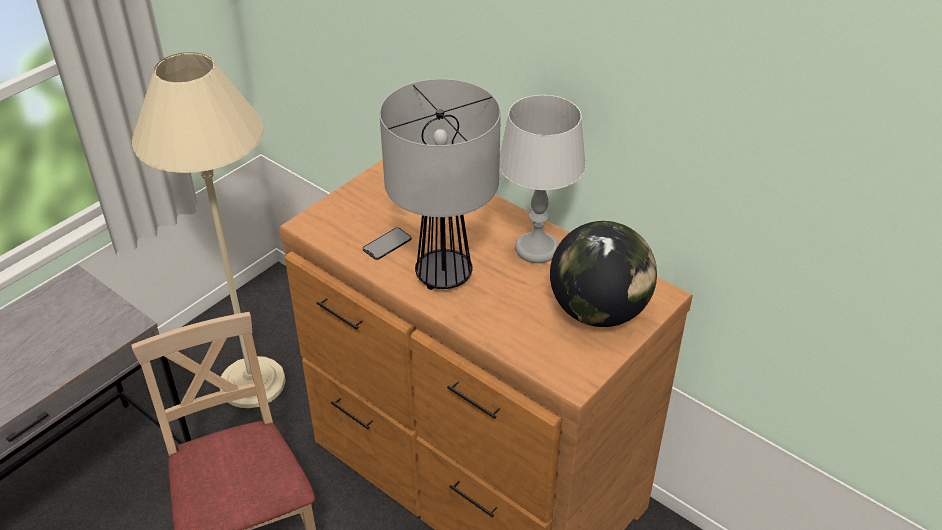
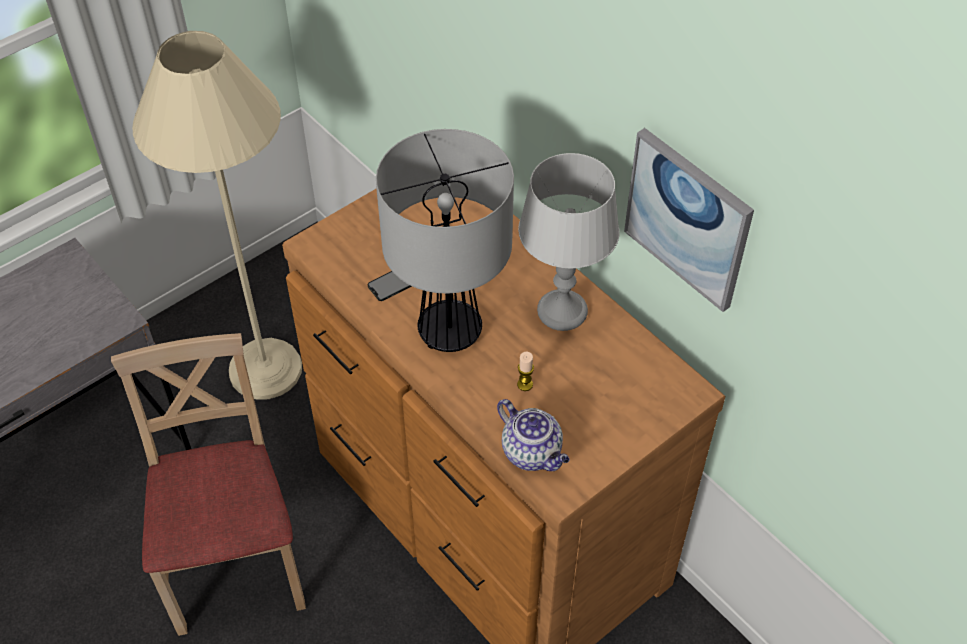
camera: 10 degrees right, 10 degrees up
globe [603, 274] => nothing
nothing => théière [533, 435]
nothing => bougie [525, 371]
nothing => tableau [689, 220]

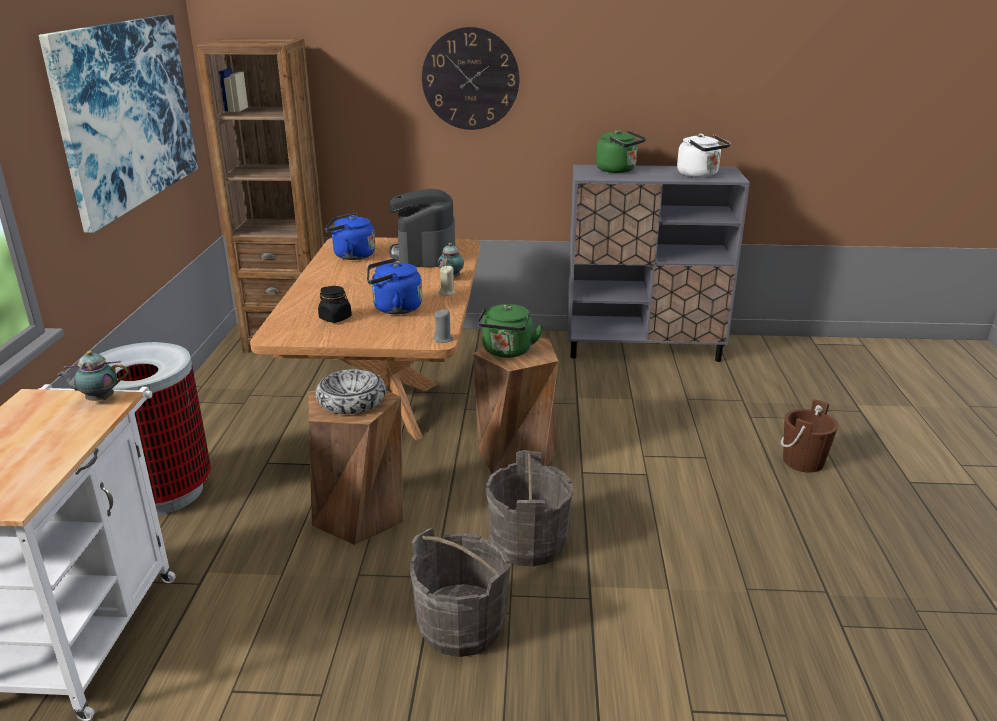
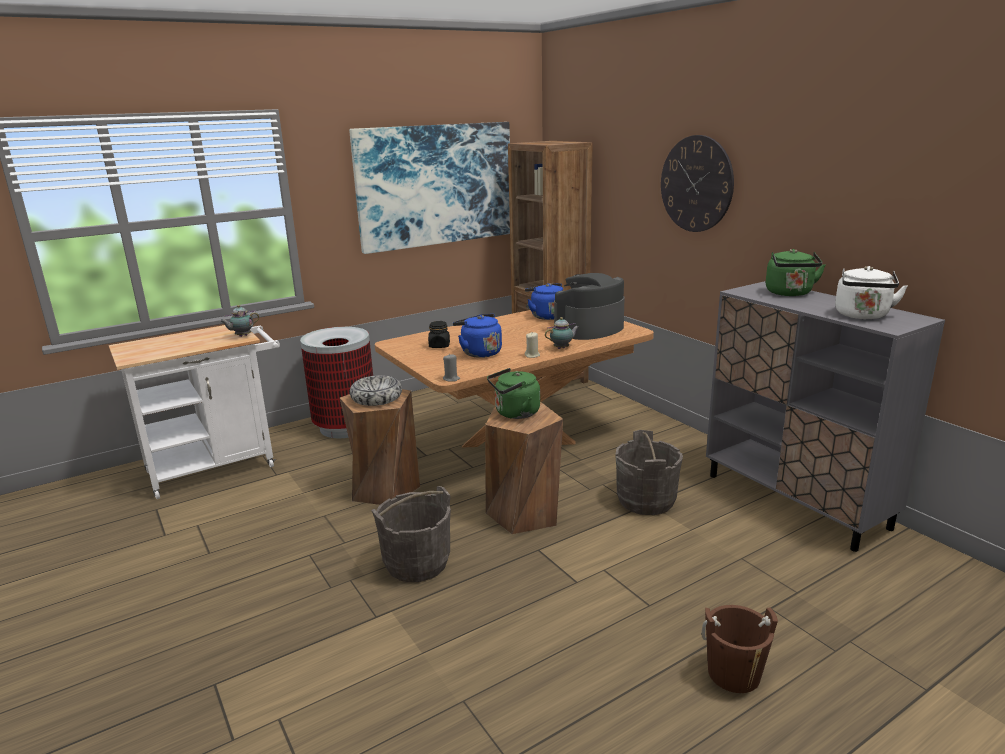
camera: 55 degrees right, 5 degrees down
seau/gris [459, 592] => seau/gris [649, 472], shifted
théière [92, 376] => théière [239, 321], 75 degrees counterclockwise

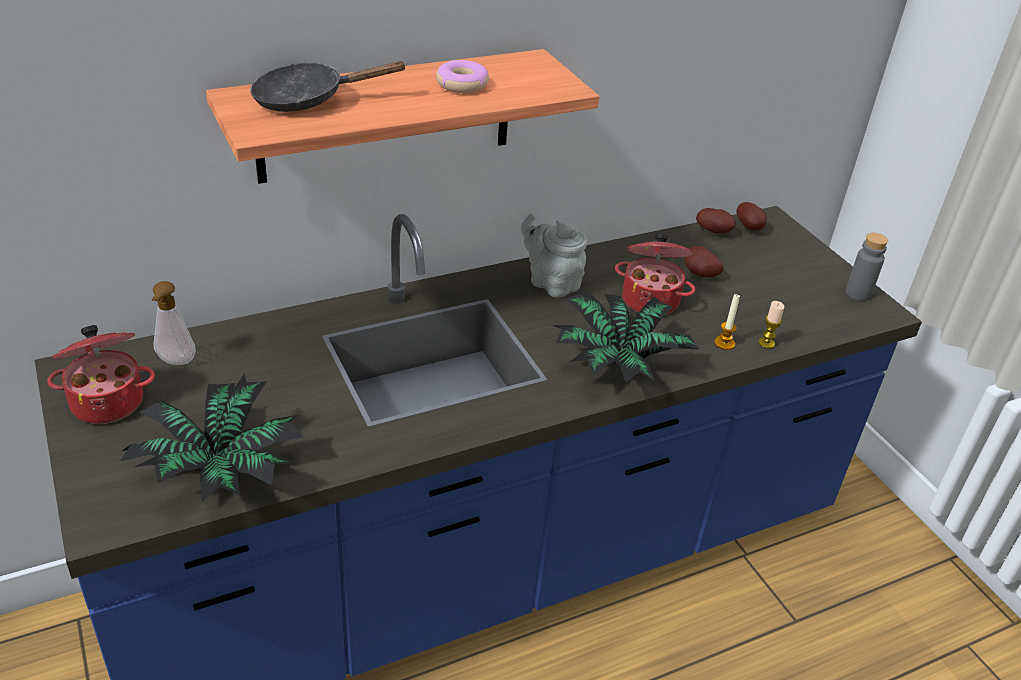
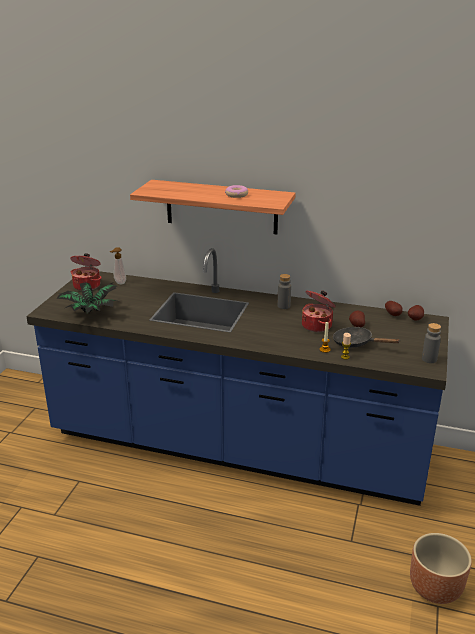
camera: 45 degrees right, 10 degrees down
plante en pot [626, 335] => nothing
nothing => cache-pot/marron [441, 568]
poêle/noir [328, 86] => poêle/noir [366, 337], shifted
théière/gris [554, 254] => bouteille/gris [284, 291]

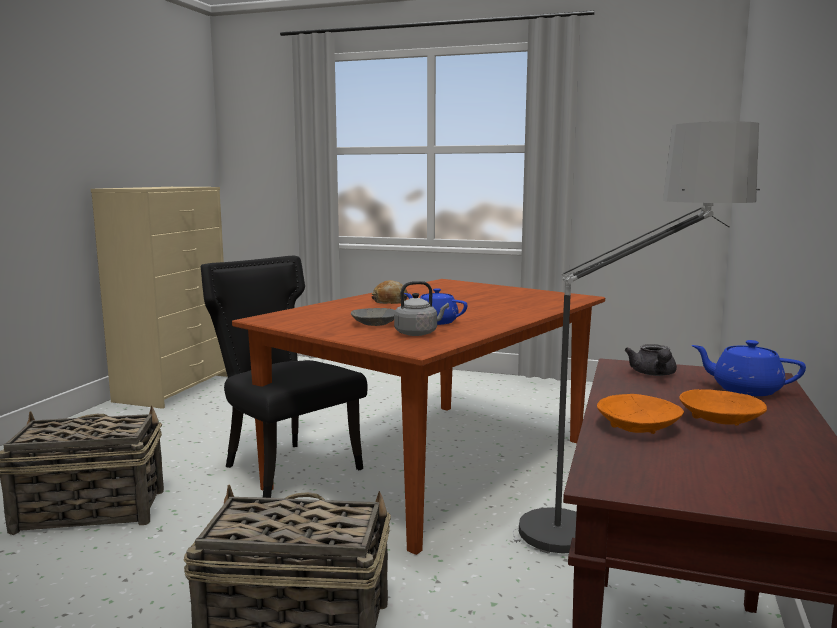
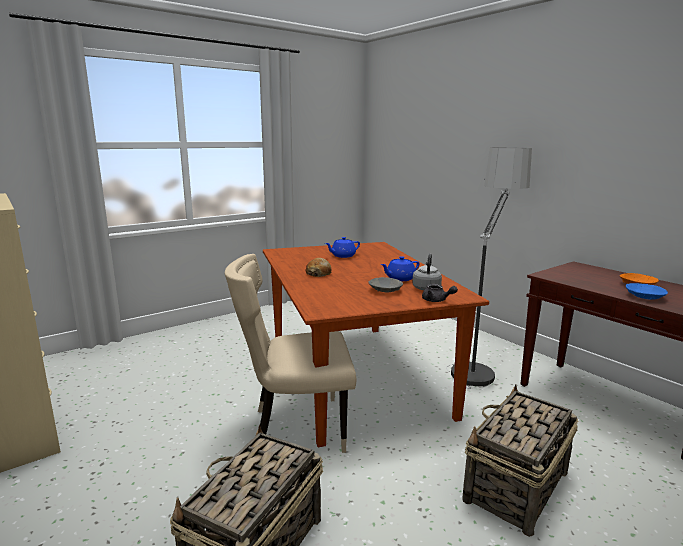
camera: 55 degrees left, 5 degrees up
théière/gris [651, 360] => théière/gris [440, 293], shifted
théière/bleu [749, 368] => théière/bleu [342, 247], shifted
chaise/noir [284, 377] => chaise/beige [290, 353]
bol/orange [640, 414] => bol/bleu [647, 291]

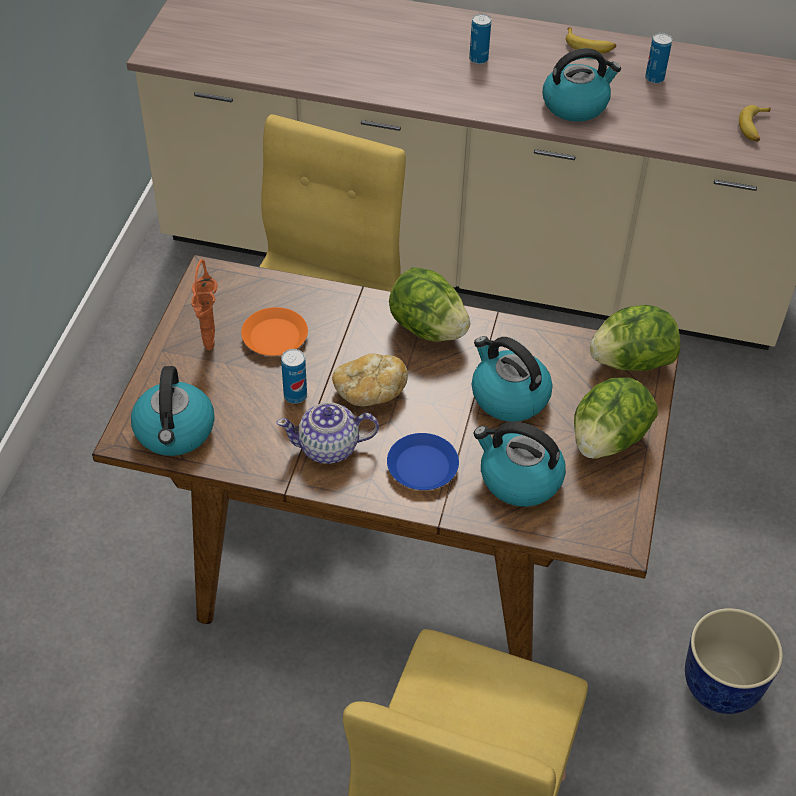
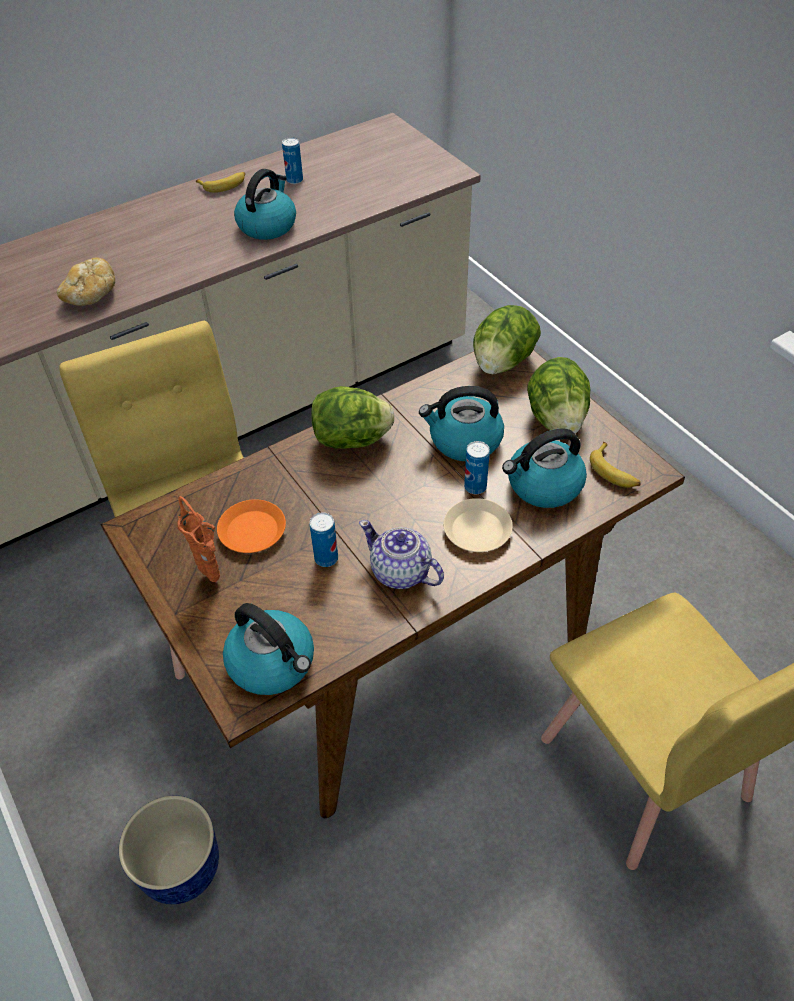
camera: 45 degrees left, 0 degrees up
pain [370, 379] => pain [86, 281], shifted
boîte métallique [480, 39] => boîte métallique [477, 467], shifted
cache-pot [734, 661] => cache-pot [169, 850], shifted
banane [755, 123] => banane [615, 465], shifted
assiette/bleu [423, 461] => assiette/beige [478, 525]
théière [327, 433] => théière [401, 554], 90 degrees clockwise

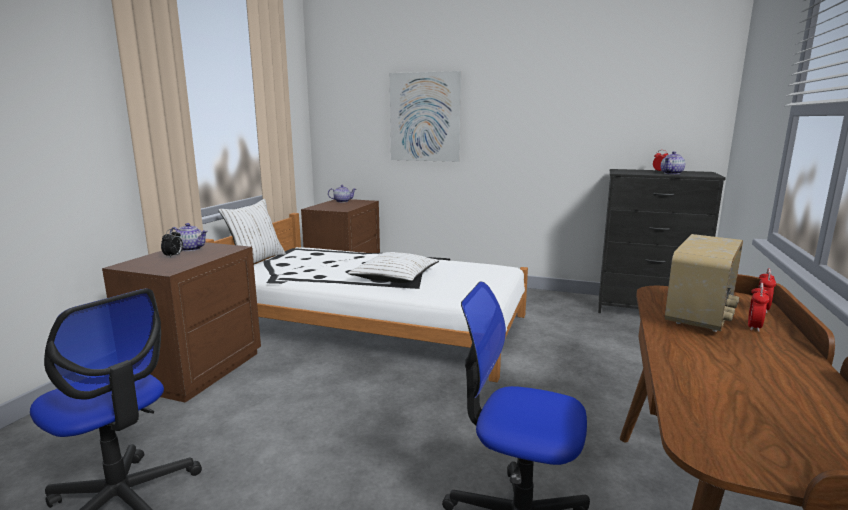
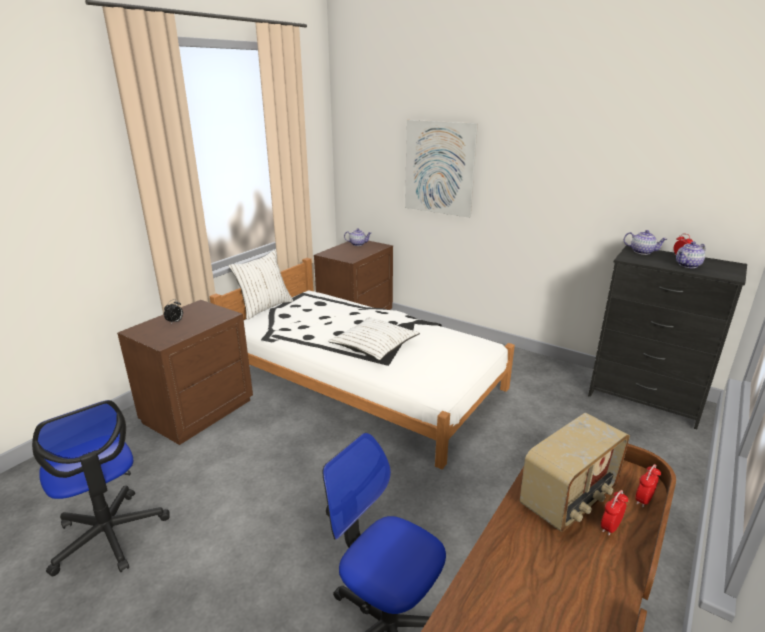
camera: 15 degrees right, 10 degrees up
théière [189, 237] => théière [645, 242], shifted

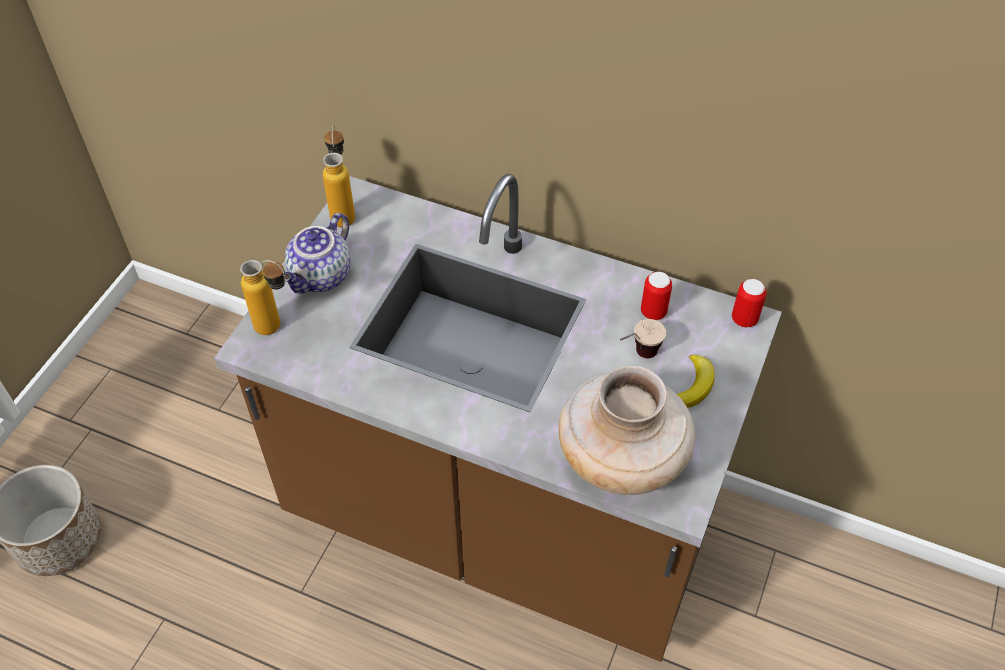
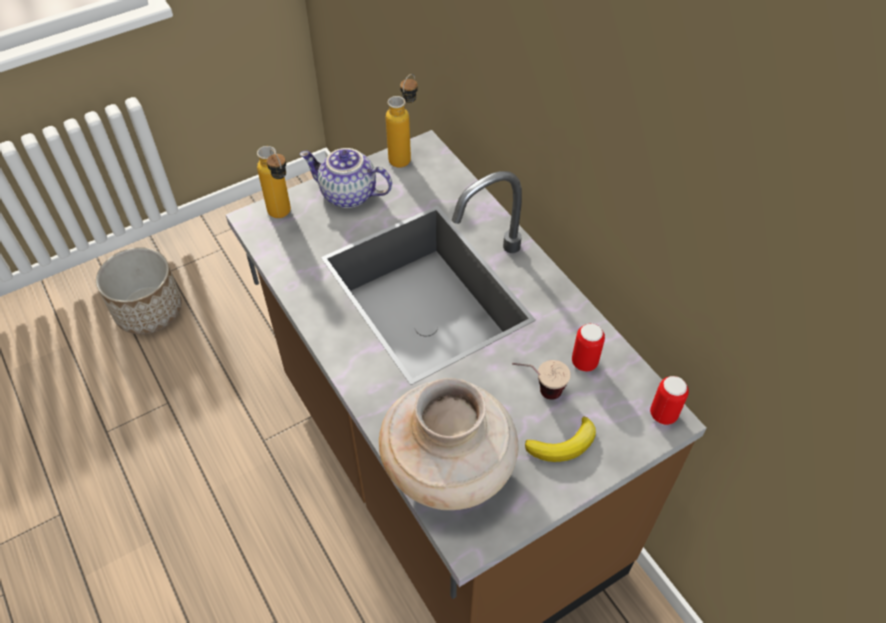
camera: 35 degrees right, 0 degrees up
théière [317, 253] => théière [346, 178], 45 degrees clockwise

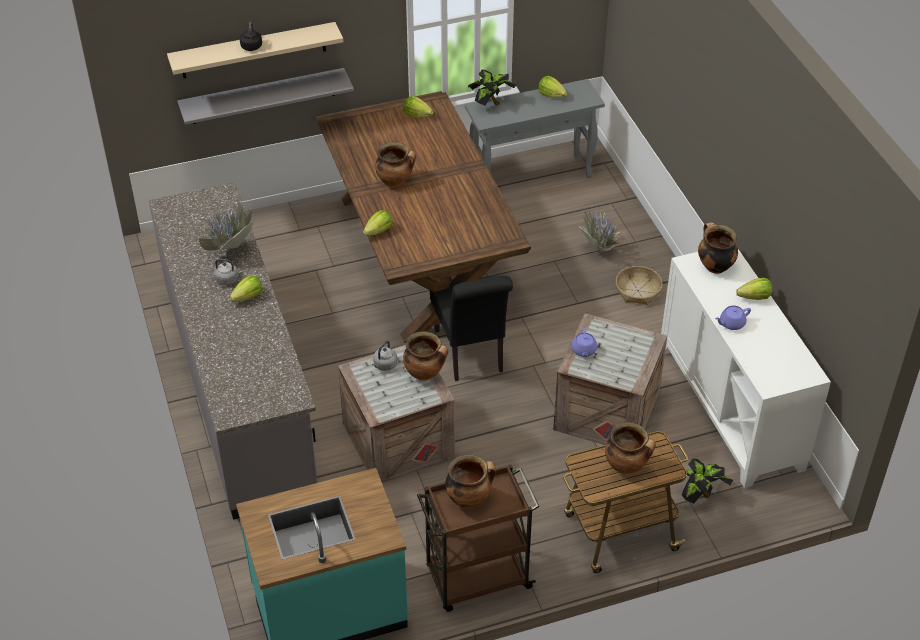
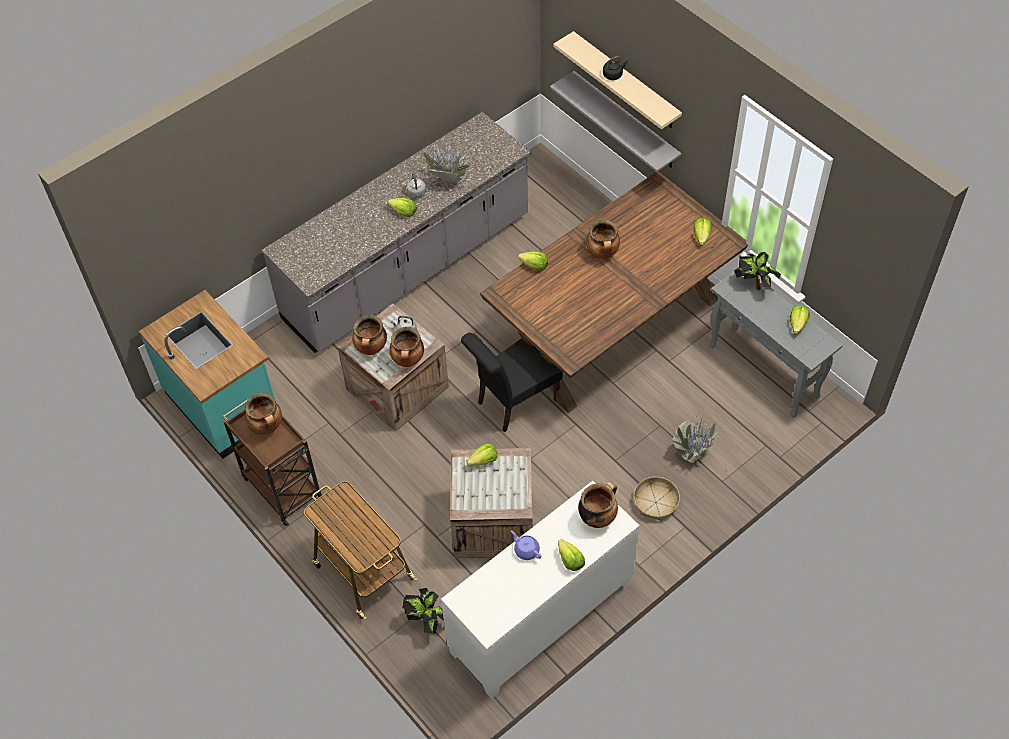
camera: 70 degrees right, 10 degrees up
marmite [630, 448] => marmite [369, 335], shifted
théière/violet [584, 342] => laitue [482, 454]

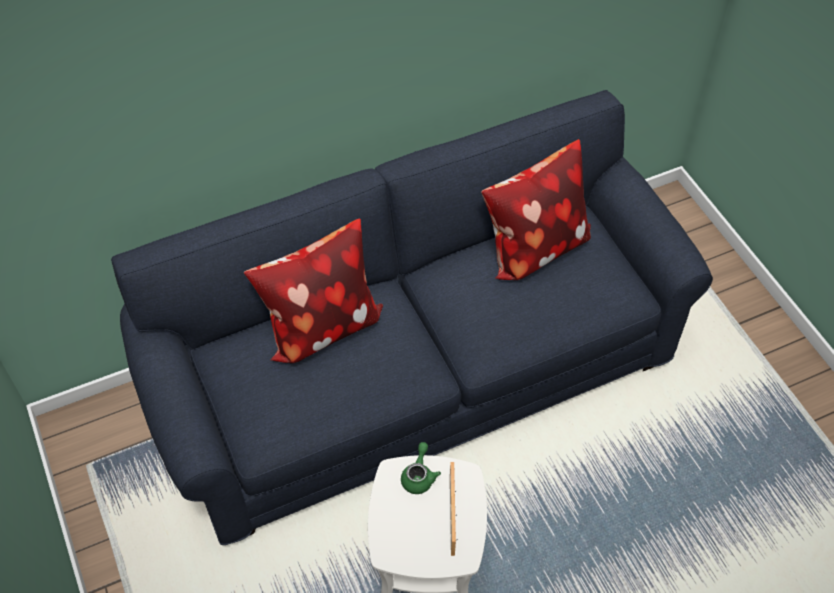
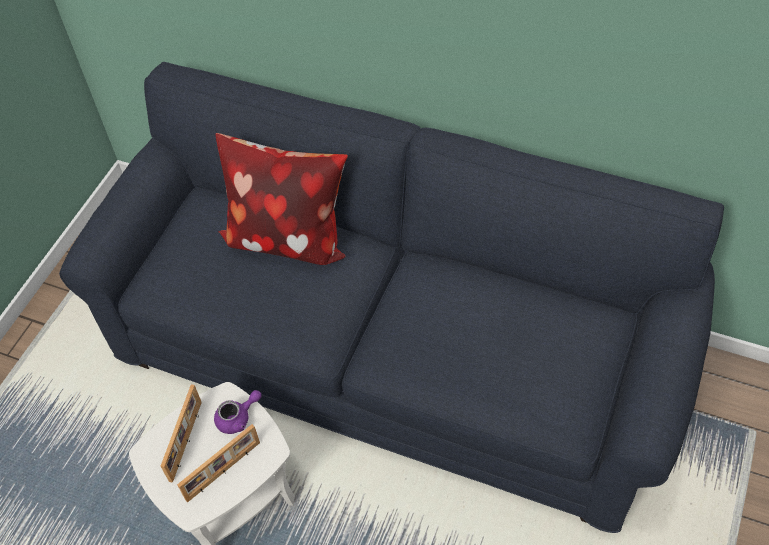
camera: 50 degrees right, 0 degrees up
coussin [536, 209] => nothing
nothing => cadre photo [181, 433]
théière/vert [421, 468] => théière/violet [238, 412]

